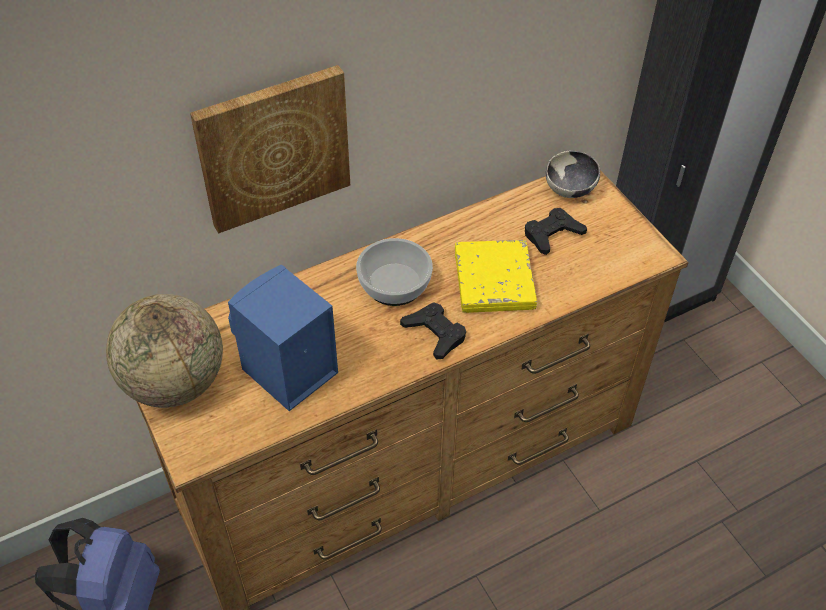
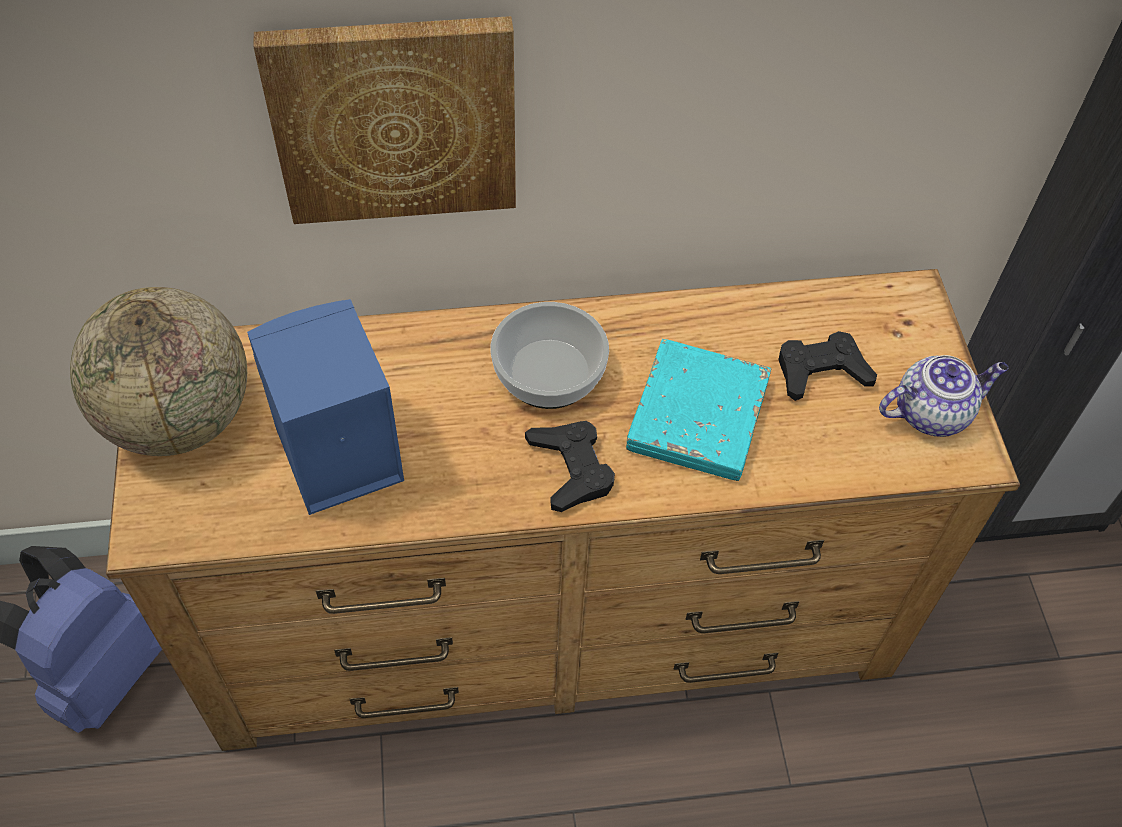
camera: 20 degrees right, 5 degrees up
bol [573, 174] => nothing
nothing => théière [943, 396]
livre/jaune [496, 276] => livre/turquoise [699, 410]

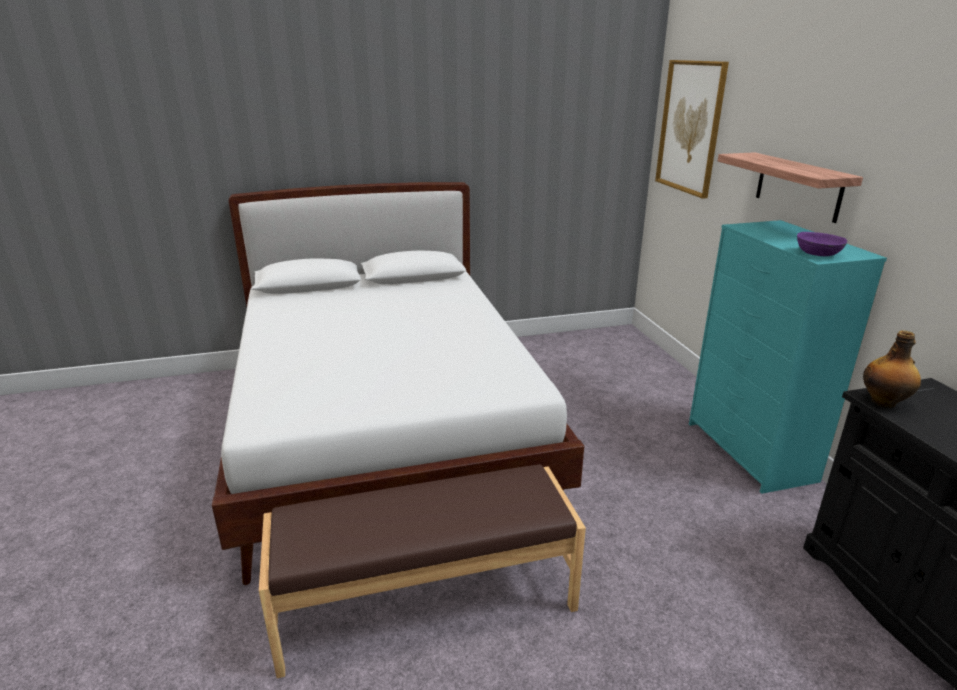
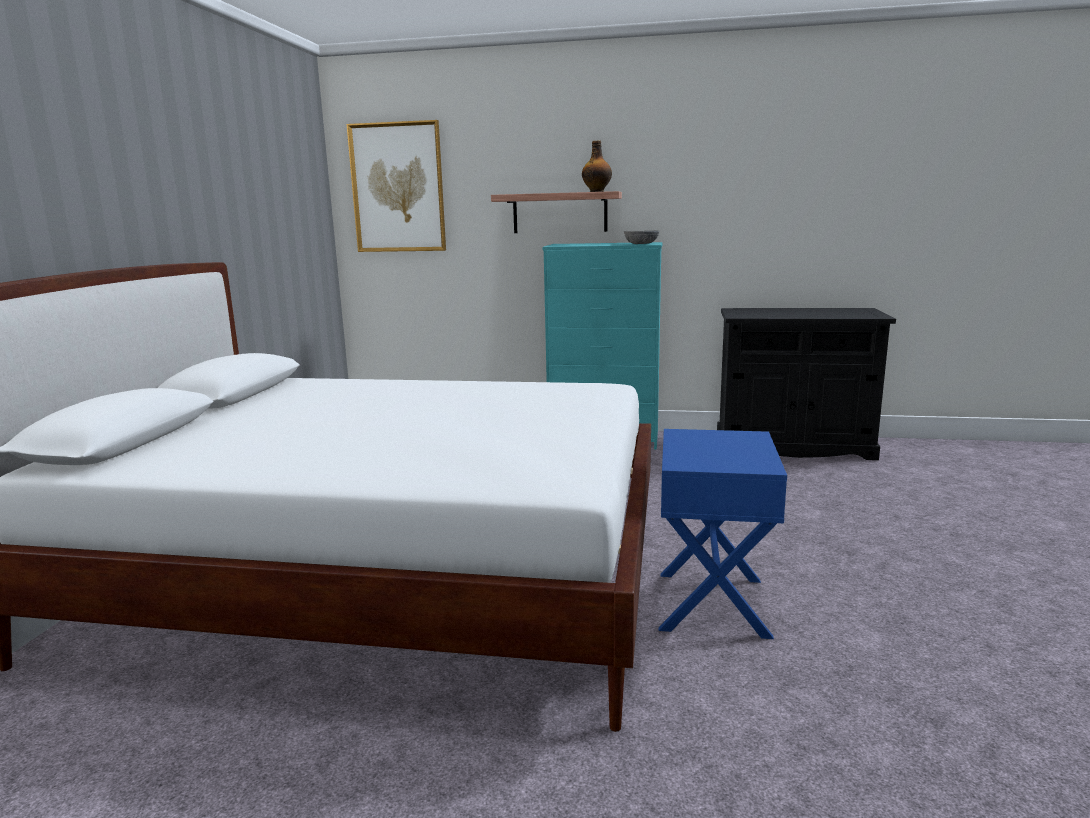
camera: 65 degrees left, 10 degrees down
bouteille [892, 369] => bouteille [597, 166], shifted
banc/marron [422, 571] => table de chevet/bleu [723, 534]
bol/violet [822, 244] => bol/gris [641, 237]

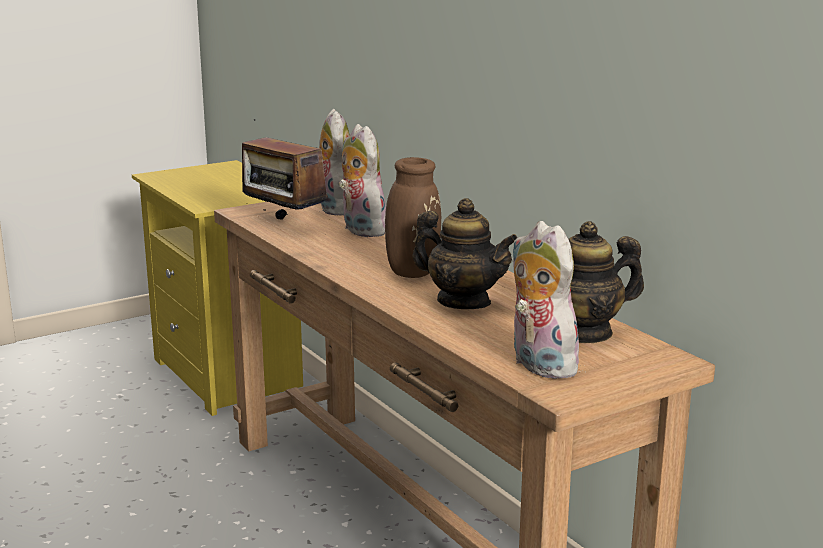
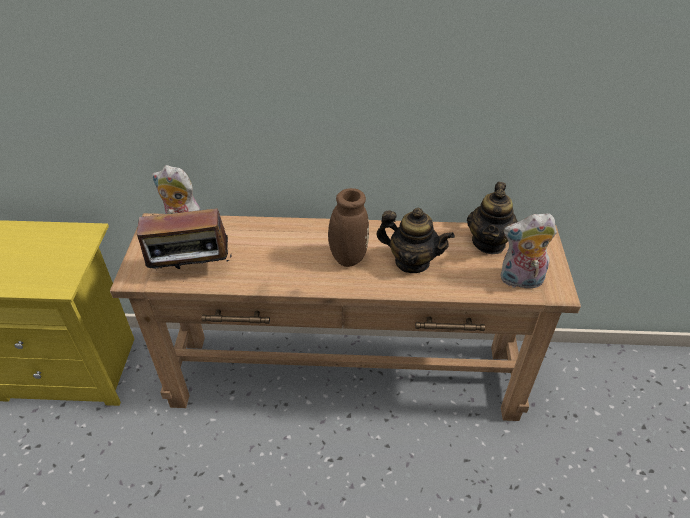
camera: 55 degrees left, 25 degrees up
peluche [362, 180] => nothing
théière [465, 253] => théière [415, 240], 45 degrees clockwise

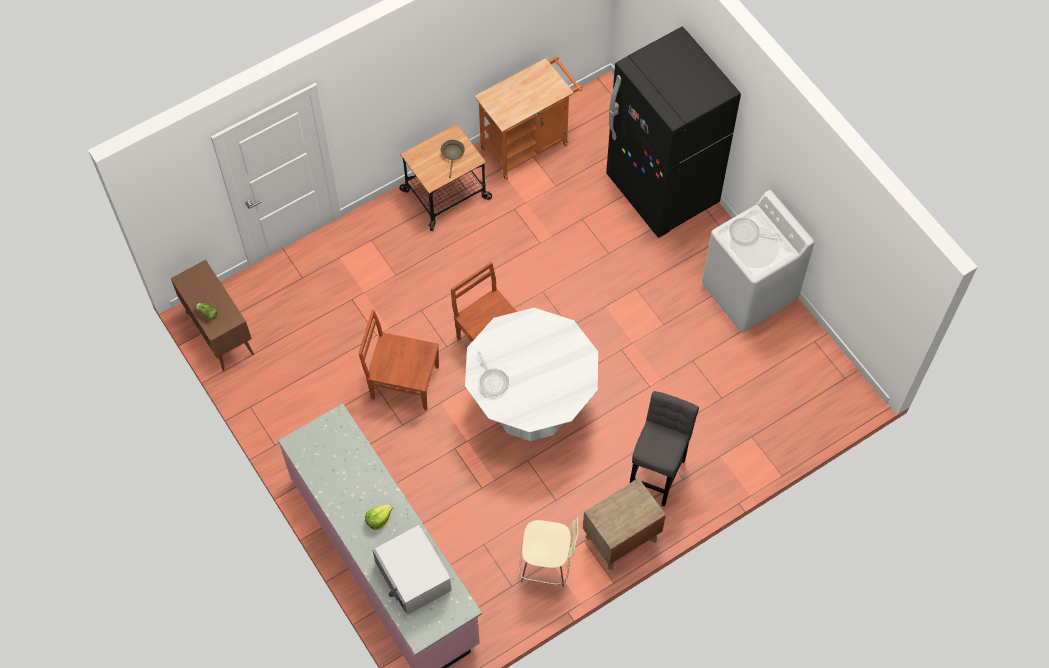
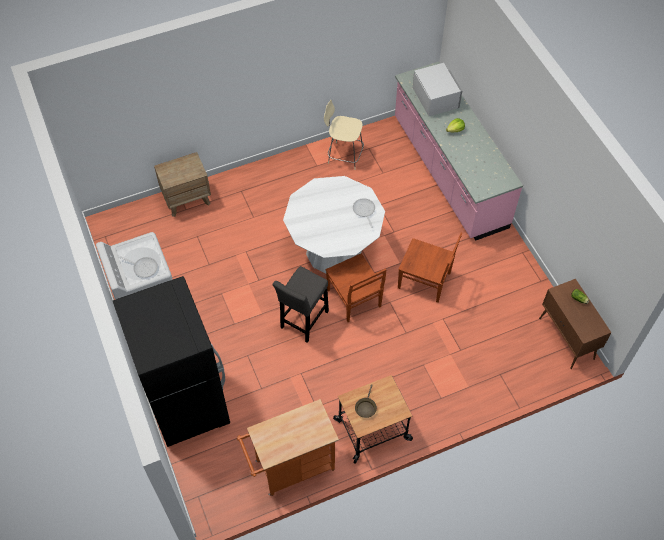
camera: 170 degrees left, 5 degrees down
table de chevet/marron [624, 524] => table de chevet/marron [182, 184], shifted
tabouret/gris [664, 449] => tabouret/gris [301, 304], shifted

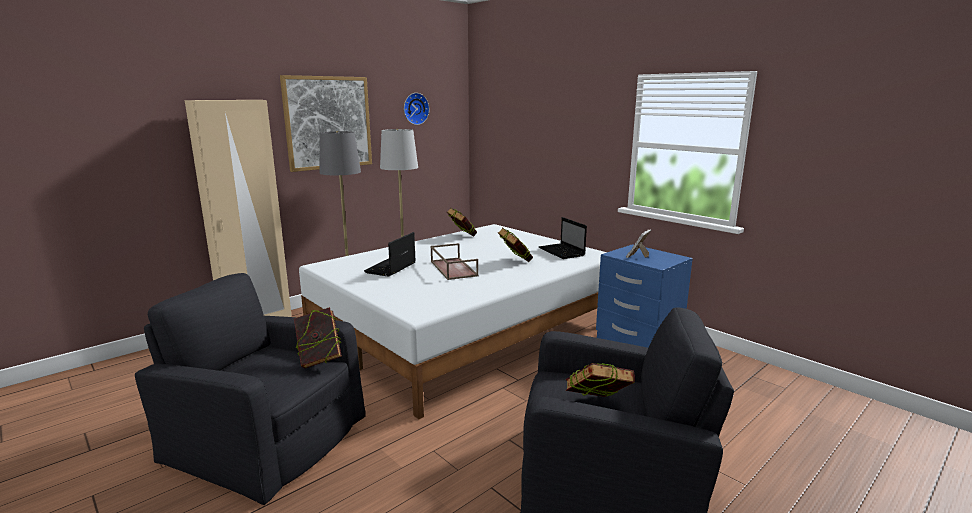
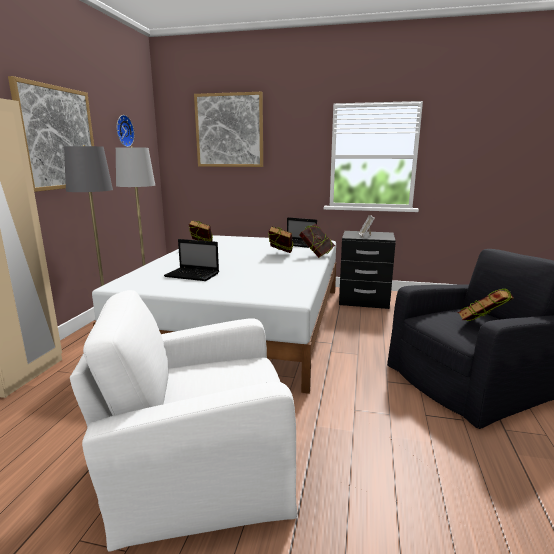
camera: 35 degrees left, 0 degrees up
plateau/marron [455, 261] => nothing
nothing => tableau [228, 129]
livre [318, 337] => livre [317, 241], shifted
fauteuil/noir [250, 389] => fauteuil/blanc [183, 421]
table de chevet/bleu [644, 296] => table de chevet/noir [367, 270]
ordinateur portable [390, 254] => ordinateur portable [191, 260], 60 degrees counterclockwise

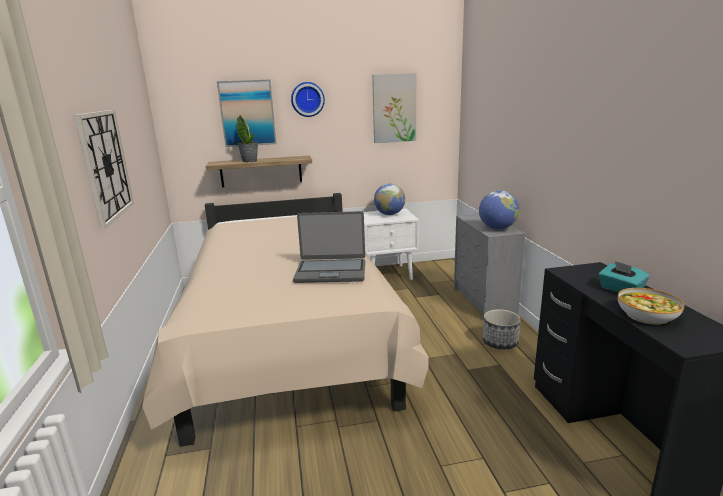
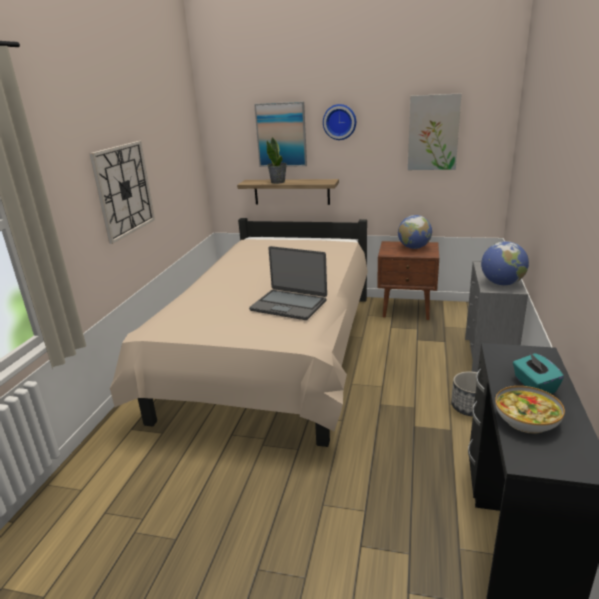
camera: 25 degrees right, 5 degrees up
table de chevet/blanc [391, 244] => table de chevet/marron [408, 280]

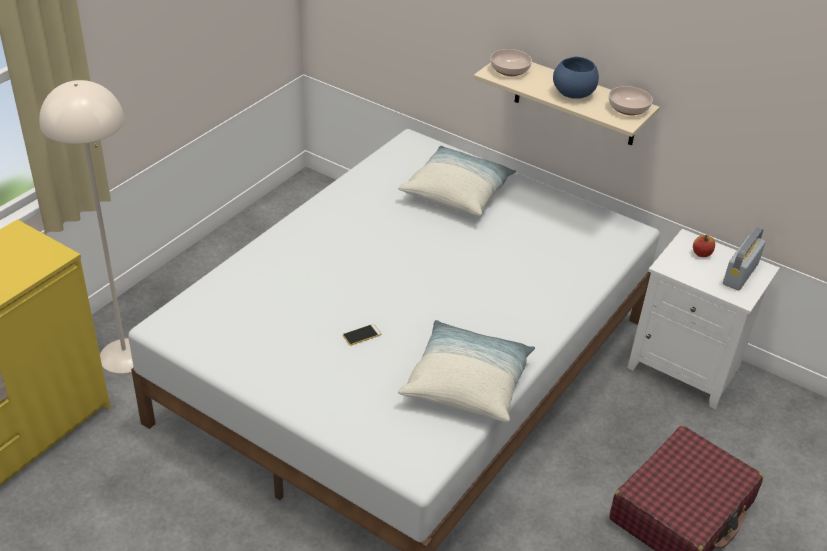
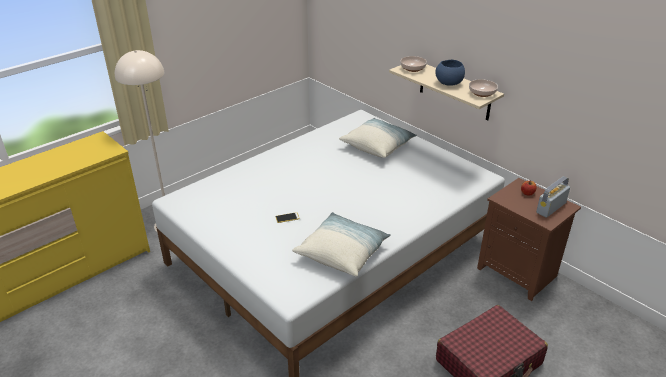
camera: 15 degrees right, 5 degrees down
table de chevet/blanc [704, 319] => table de chevet/marron [529, 239]

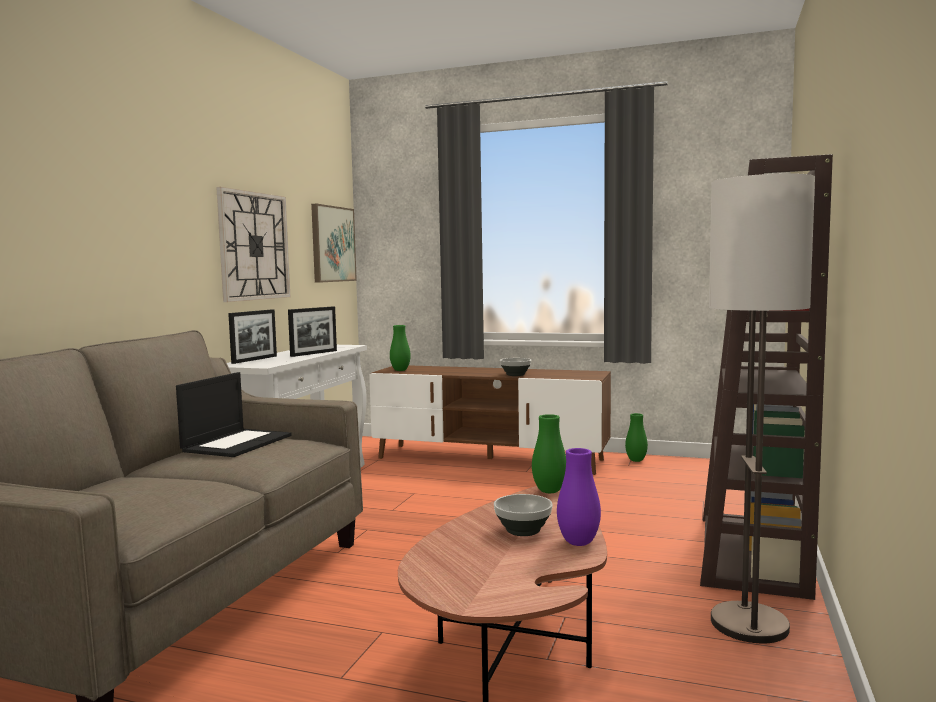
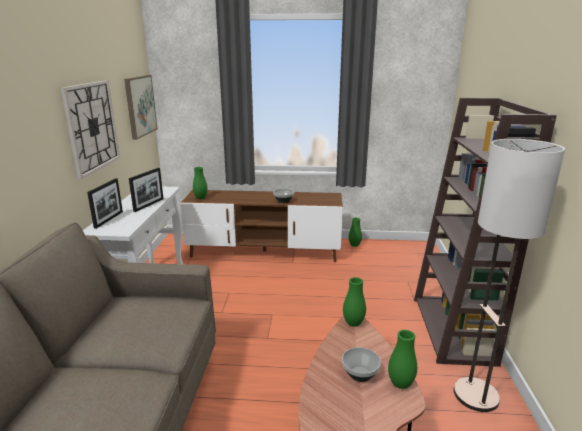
camera: 15 degrees left, 15 degrees up
ordinateur portable [234, 414] => nothing
vase/violet [579, 497] => vase/vert [402, 359]

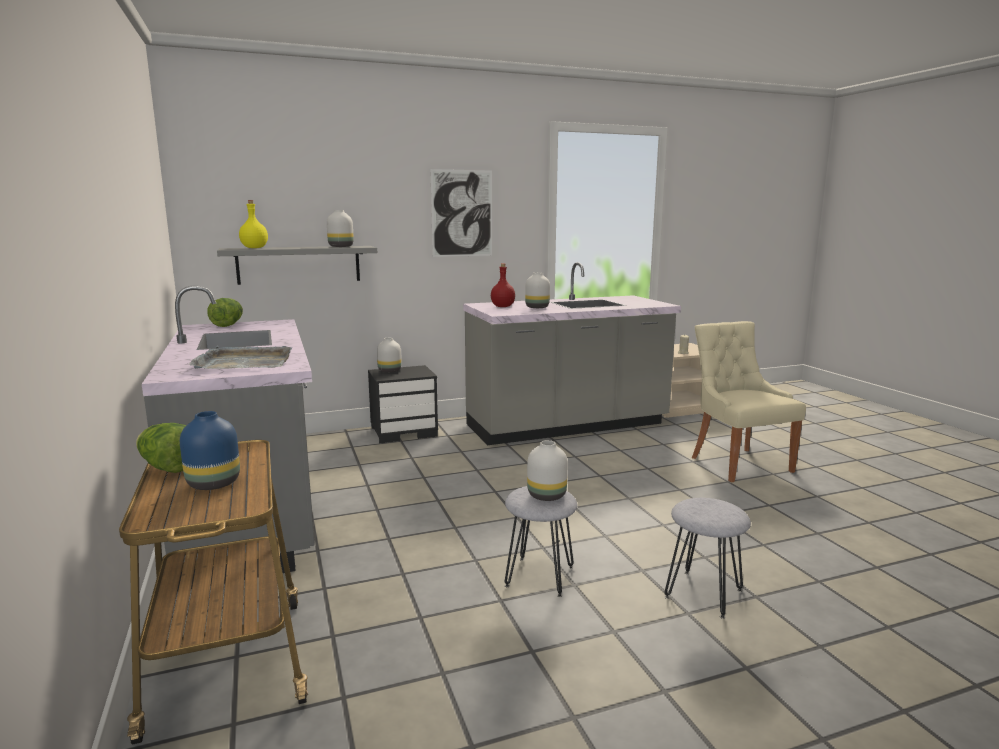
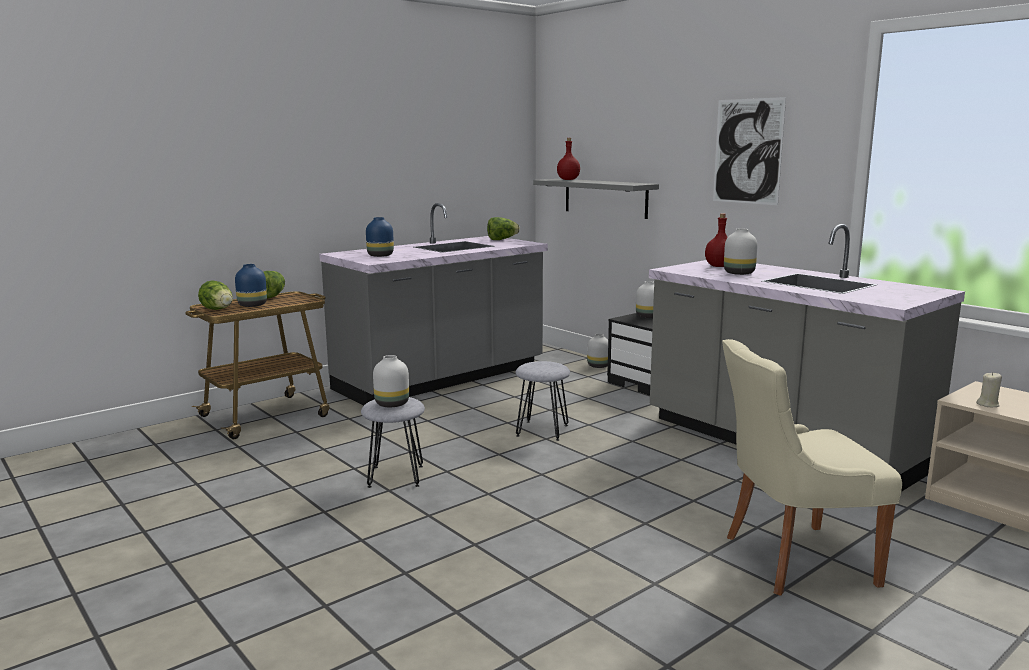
camera: 70 degrees right, 0 degrees up
nothing => laitue [215, 295]
vase/blanc [340, 228] => vase/blanc [597, 351], shifted
tabouret/gris [707, 558] => tabouret/gris [542, 401], shifted
plateau/gris [240, 357] => vase/bleu [380, 237]
bouteille/jaune [253, 224] => bouteille/rouge [568, 159]
chaise/beige [749, 401] => chaise/beige [812, 467], 150 degrees counterclockwise

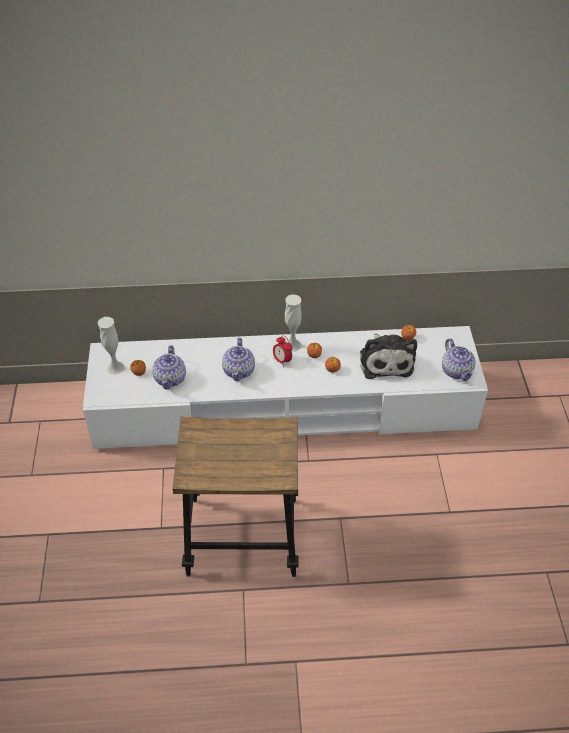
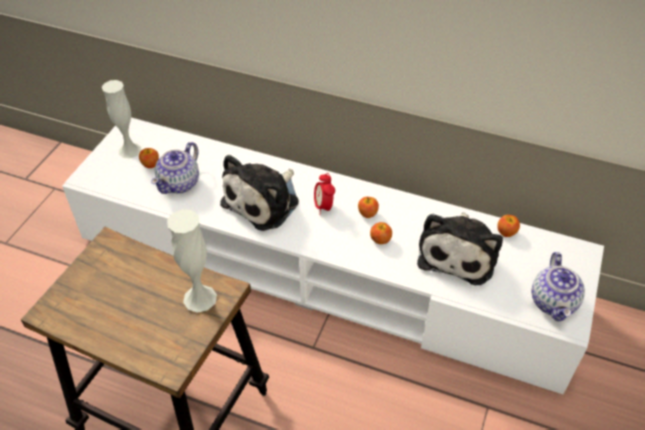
camera: 25 degrees right, 0 degrees up
vase/blanc [293, 323] => vase/blanc [192, 261], shifted
théière [238, 359] => peluche [259, 193]

